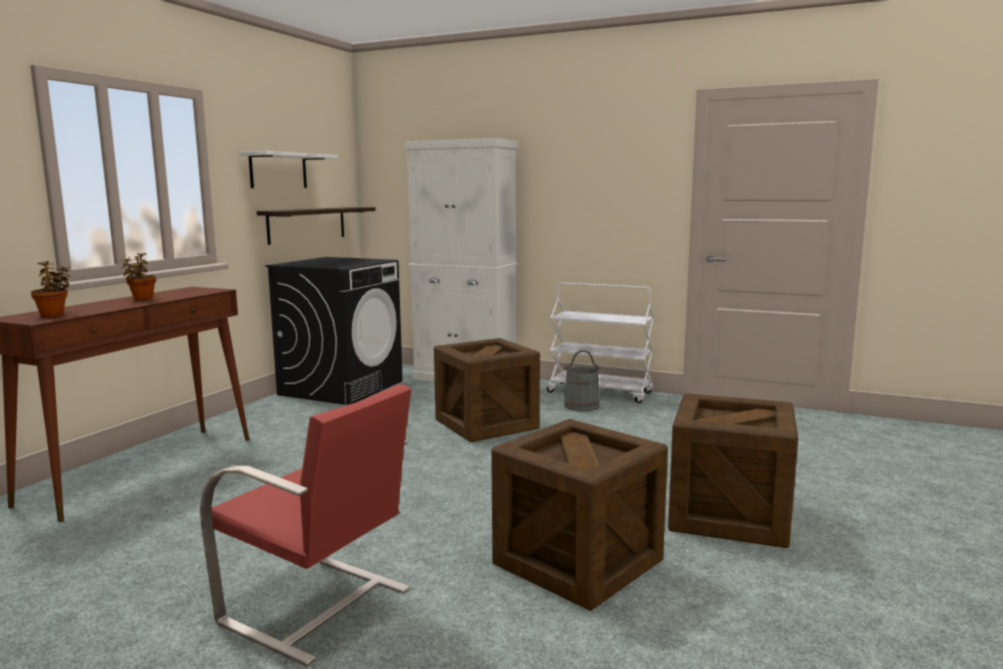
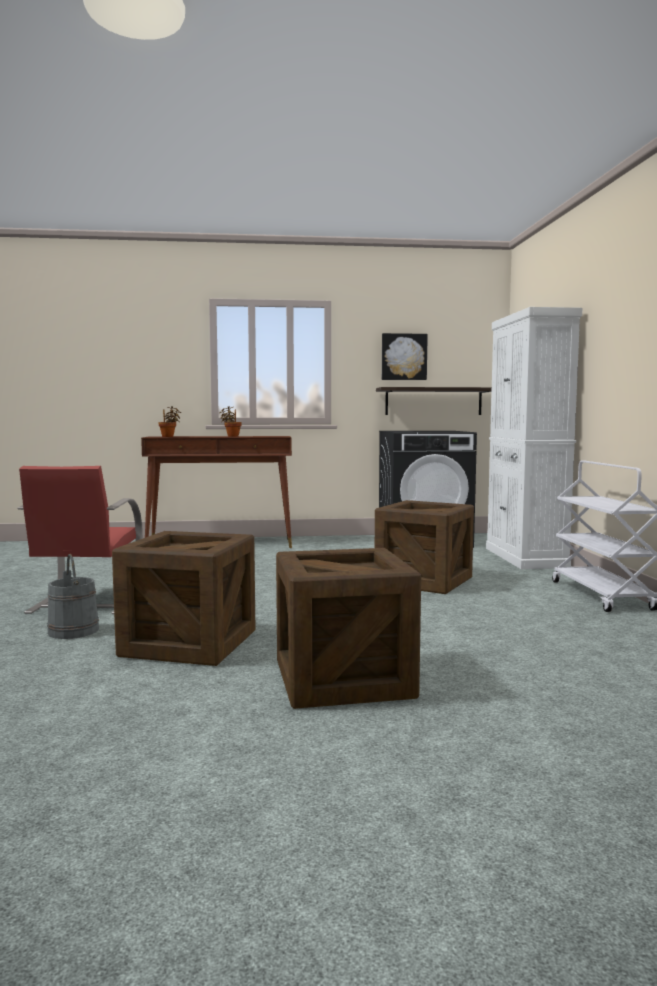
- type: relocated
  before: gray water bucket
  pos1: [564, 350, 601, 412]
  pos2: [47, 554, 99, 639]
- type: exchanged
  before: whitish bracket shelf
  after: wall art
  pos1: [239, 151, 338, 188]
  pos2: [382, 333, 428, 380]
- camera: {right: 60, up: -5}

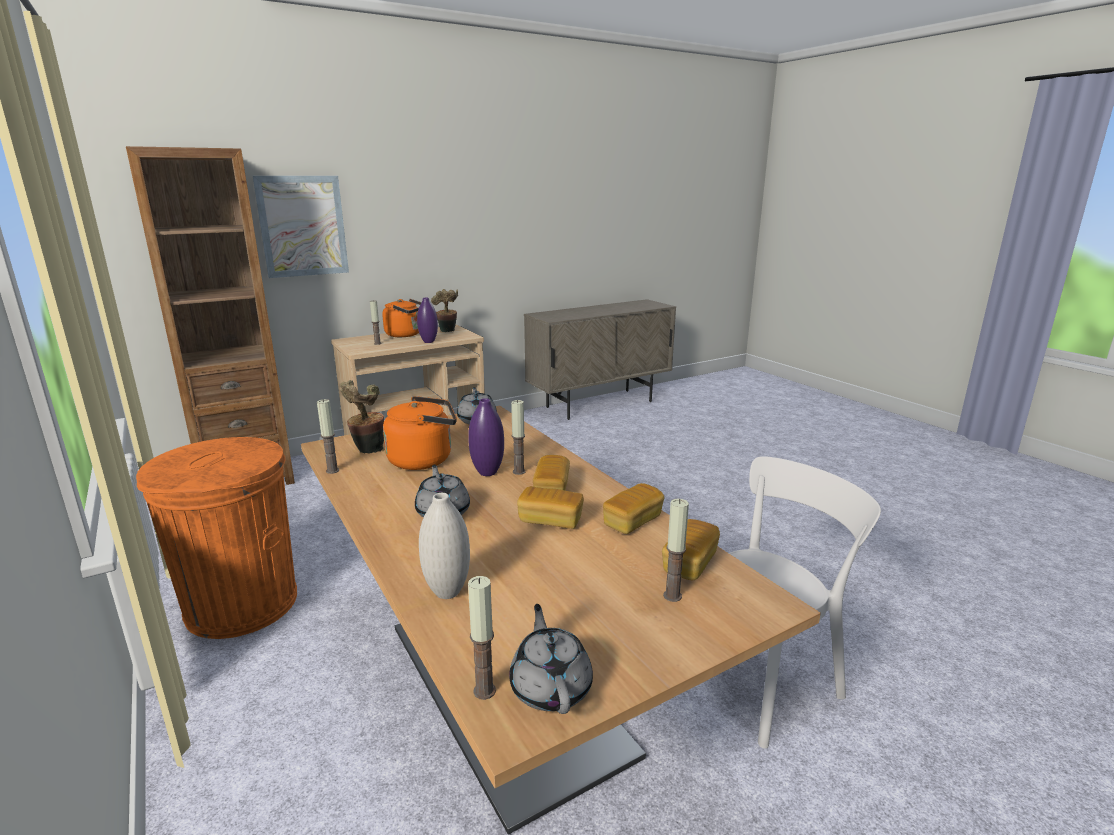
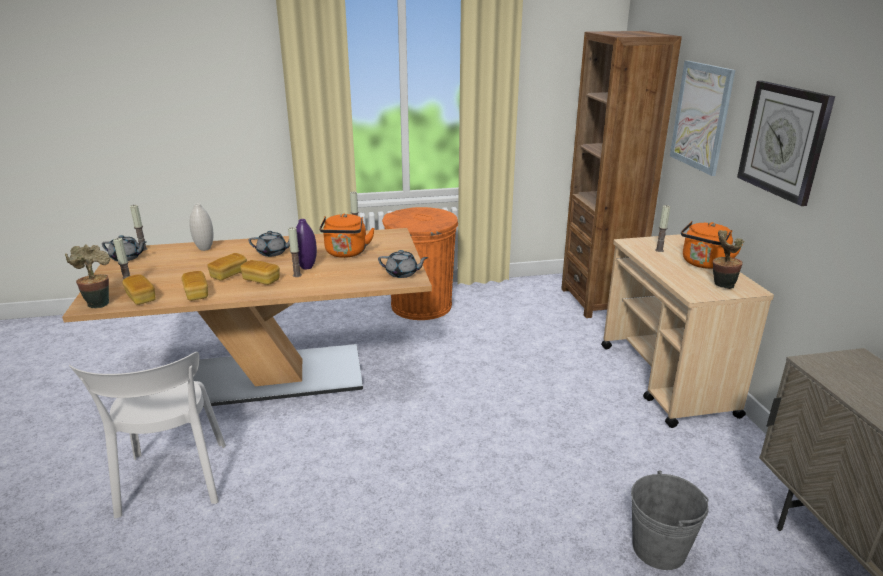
- type: relocated
  before: houseplant
  pos1: [340, 380, 384, 453]
  pos2: [65, 244, 110, 308]
- type: appeared
  after: gray water bucket
  pos2: [631, 470, 708, 570]
- type: appeared
  after: clock on the wall
  pos2: [737, 81, 835, 206]
- type: missing
  before: purplish flower vase
  pos1: [417, 298, 438, 343]
- camera: {right: 110, up: 5}

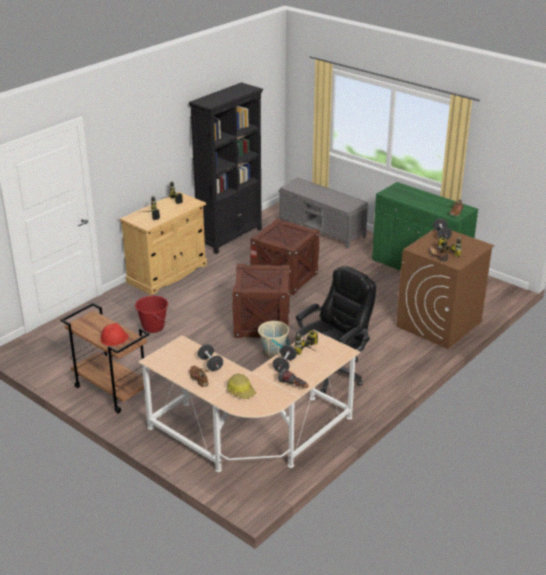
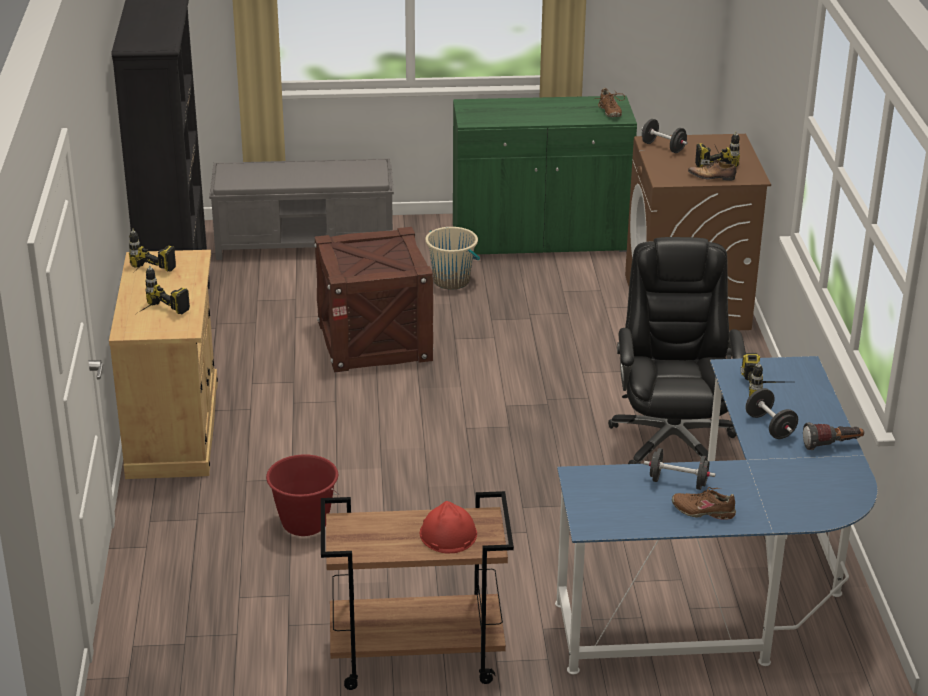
- type: relocated
  before: beige-coloured water bucket
  pos1: [258, 320, 290, 359]
  pos2: [425, 227, 480, 290]
- type: colour
  before: beige-coloured desk table
  after: blue desk table
  pos1: [138, 330, 361, 472]
  pos2: [555, 356, 878, 674]
- type: missing
  before: work helmet
  pos1: [227, 373, 256, 399]
- type: missing
  before: crate
  pos1: [232, 264, 291, 338]
- camera: {right: -45, up: 0}

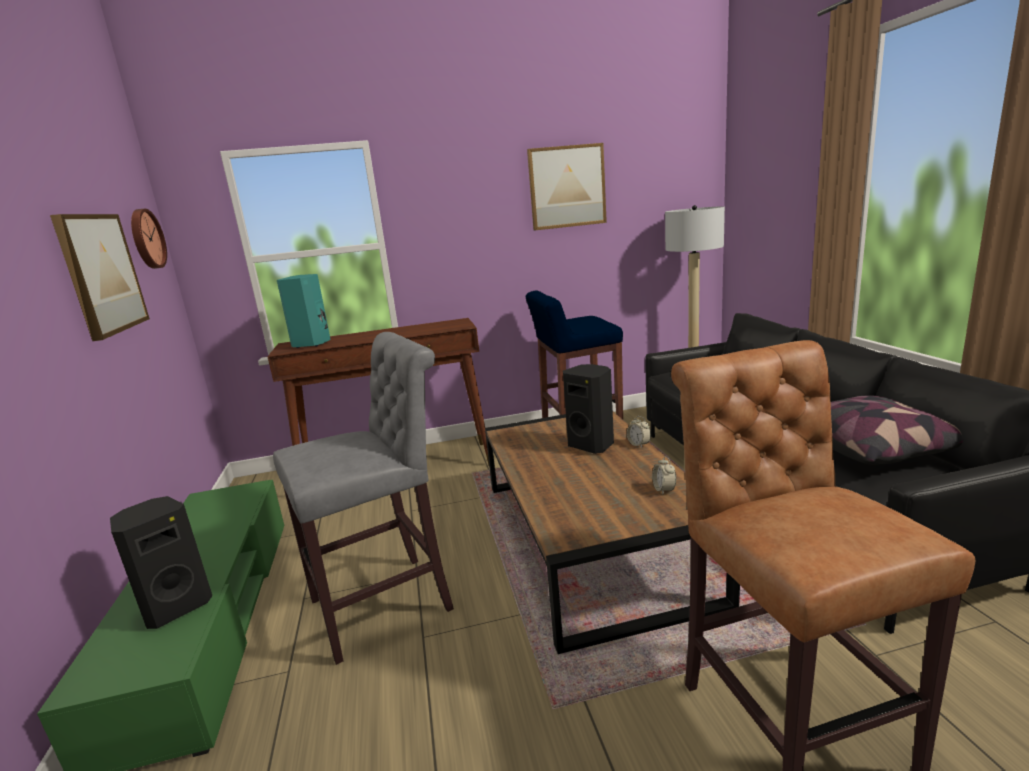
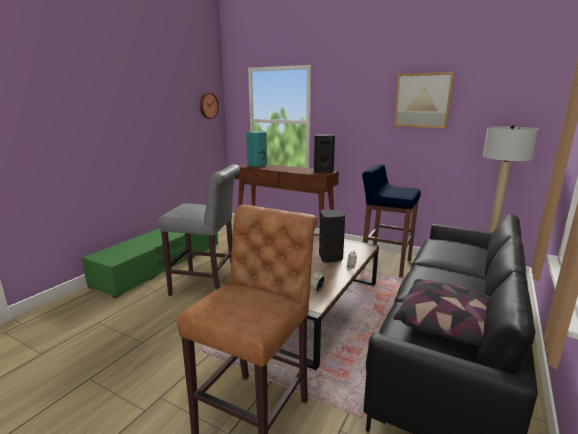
- type: relocated
  before: blackish loudspeaker
  pos1: [110, 496, 212, 629]
  pos2: [314, 134, 335, 173]
- type: missing
  before: wall art
  pos1: [50, 214, 150, 341]
- camera: {right: 40, up: 0}

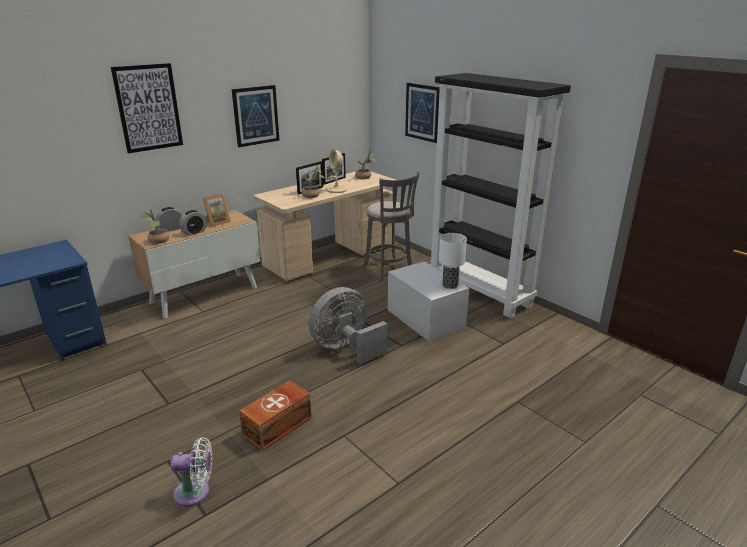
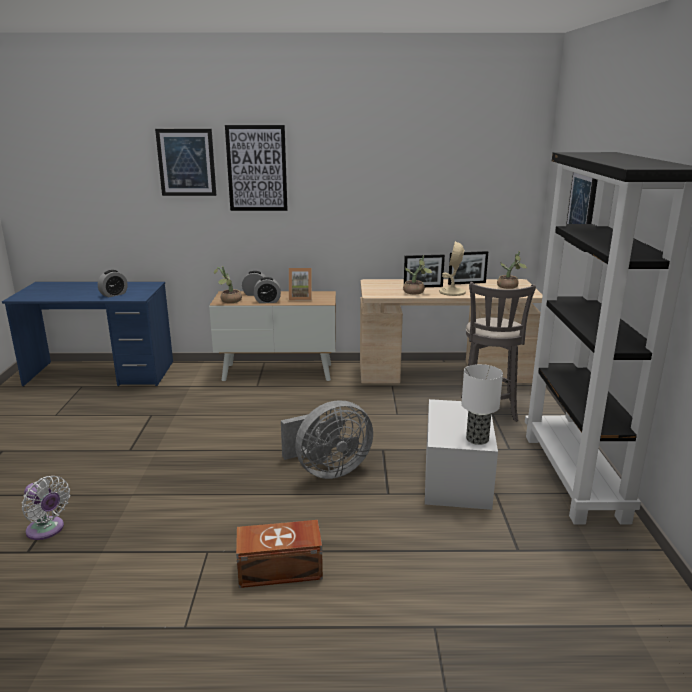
- type: appeared
  after: bedside clock
  pos2: [98, 270, 128, 298]
- type: relocated
  before: wall art
  pos1: [232, 85, 279, 147]
  pos2: [155, 129, 216, 196]
- type: relocated
  before: brown storage box
  pos1: [239, 380, 312, 451]
  pos2: [236, 520, 323, 588]
- type: spun
  before: gray cooling fan
  pos1: [308, 287, 388, 364]
  pos2: [281, 400, 373, 479]
  turn: 150
- camera: {right: 40, up: -5}

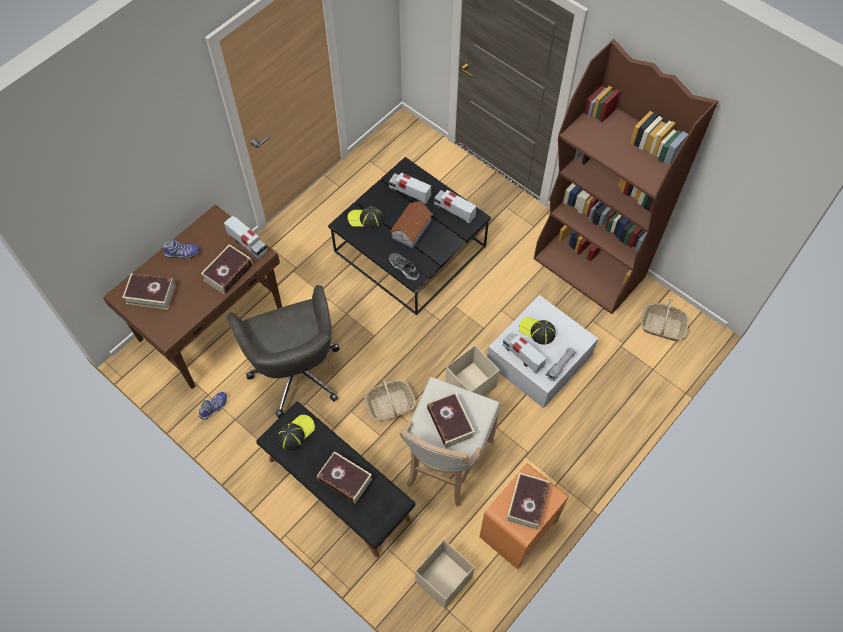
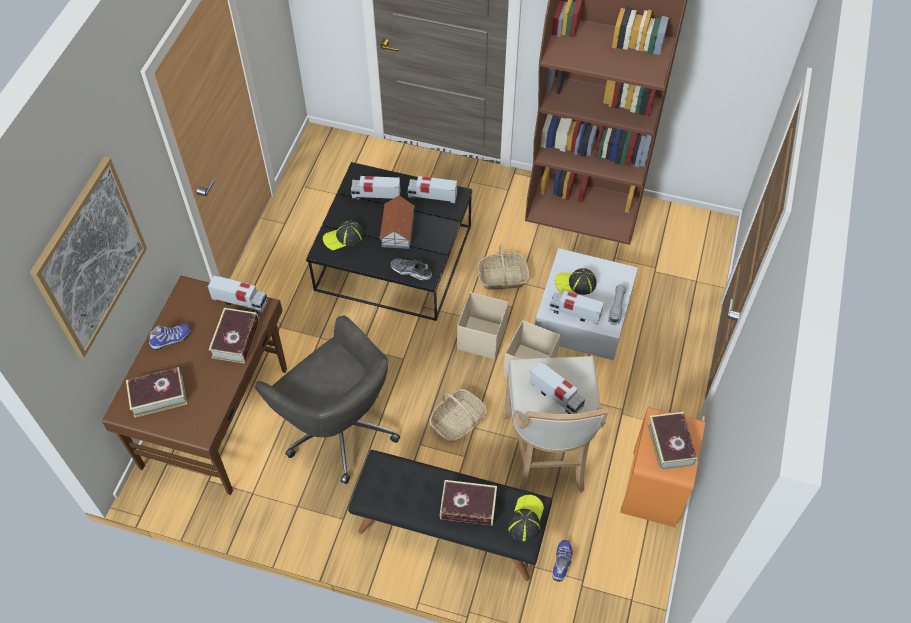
- type: appeared
  after: wall art
  pos2: [30, 157, 147, 358]
- type: relocated
  before: beige-coloured storage box
  pos1: [415, 540, 475, 609]
  pos2: [457, 292, 509, 359]
- type: relocated
  before: household basket
  pos1: [641, 299, 689, 341]
  pos2: [477, 245, 530, 290]
- type: relocated
  before: cap
  pos1: [277, 415, 315, 450]
  pos2: [507, 495, 544, 542]
- type: exchanged
  before: bound book
  after: toy lorry
  pos1: [427, 392, 475, 448]
  pos2: [529, 361, 585, 414]
- type: relocated
  before: item of footwear
  pos1: [199, 392, 227, 420]
  pos2: [553, 540, 573, 582]
- camera: {right: -25, up: -5}

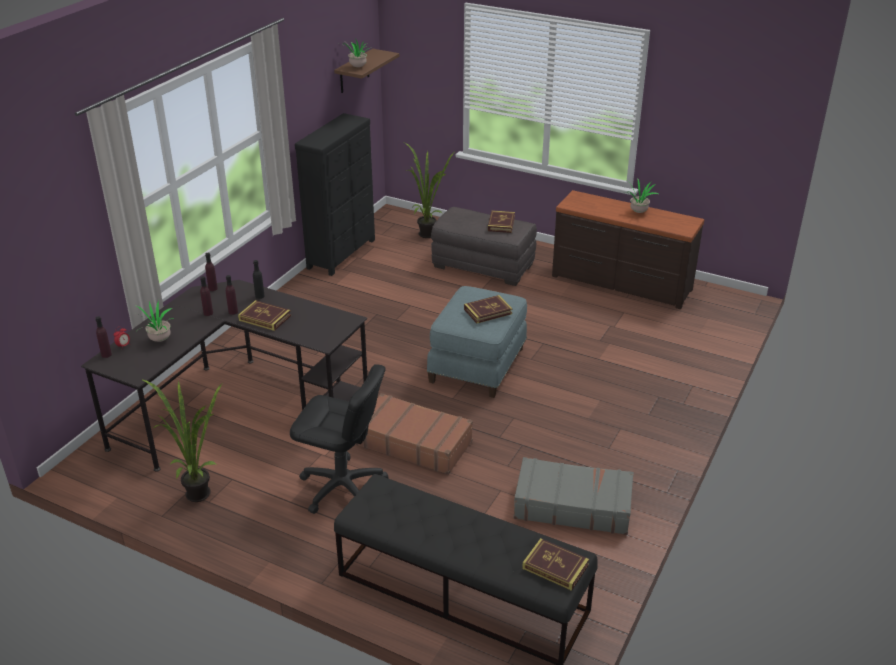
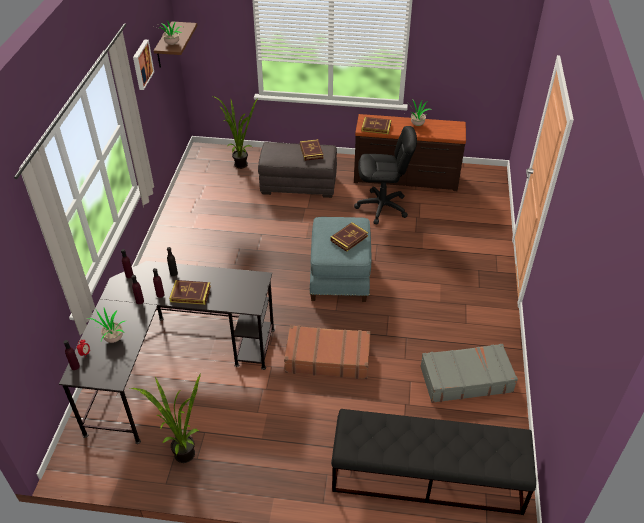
- type: appeared
  after: wall art
  pos2: [133, 40, 154, 90]
- type: relocated
  before: blackish office chair
  pos1: [290, 364, 389, 514]
  pos2: [354, 126, 417, 224]
- type: relocated
  before: bound book
  pos1: [522, 538, 589, 591]
  pos2: [362, 117, 392, 134]
- type: missing
  before: blackish drawer chest
  pos1: [295, 113, 375, 276]
- camera: {right: -20, up: 10}

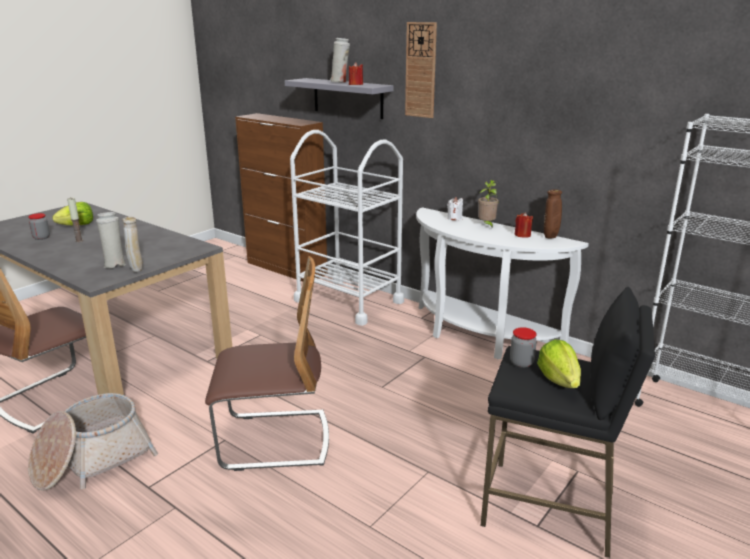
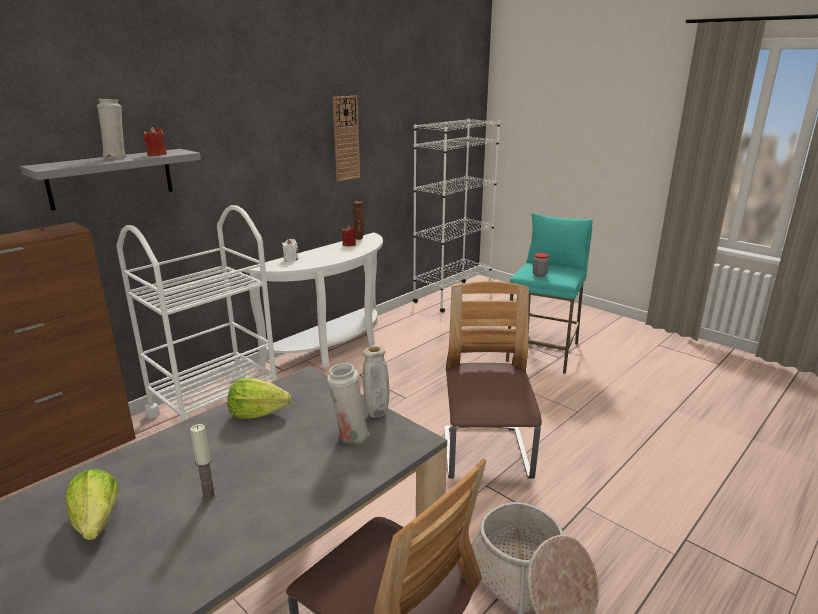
- type: relocated
  before: head of lettuce
  pos1: [537, 339, 581, 388]
  pos2: [227, 378, 291, 419]
- type: relocated
  before: clock on the wall
  pos1: [405, 22, 437, 118]
  pos2: [333, 96, 360, 182]
- type: colour
  before: blackish stool
  after: turquoise stool
  pos1: [480, 287, 655, 558]
  pos2: [506, 213, 593, 374]
- type: missing
  before: preserve jar
  pos1: [28, 213, 50, 240]
- type: missing
  before: houseplant
  pos1: [478, 180, 499, 227]
- camera: {right: -85, up: 0}

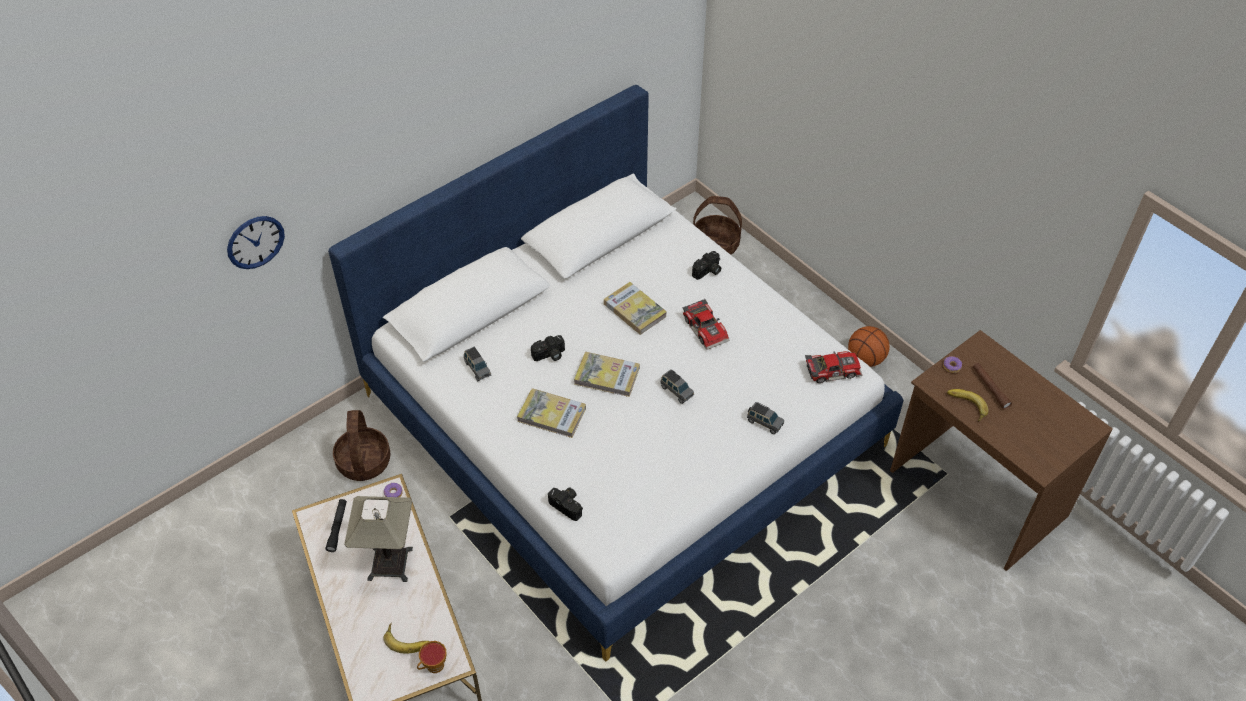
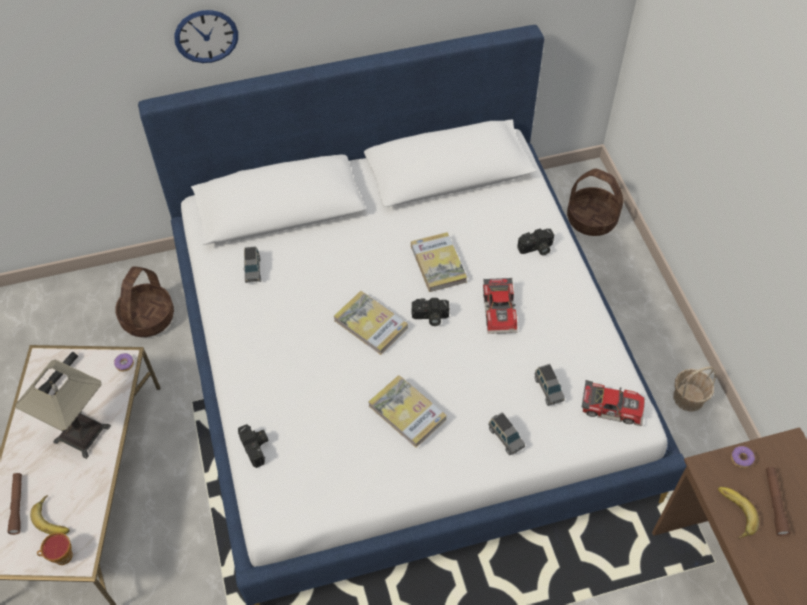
- type: appeared
  after: brown hand torch
  pos2: [7, 473, 22, 535]
- type: relocated
  before: clock on the wall
  pos1: [227, 216, 285, 269]
  pos2: [174, 10, 238, 63]
- type: relocated
  before: bound book
  pos1: [517, 388, 586, 438]
  pos2: [368, 375, 446, 448]
- type: relocated
  before: still camera
  pos1: [531, 335, 565, 361]
  pos2: [412, 298, 449, 326]
- type: relocated
  before: gray model car
  pos1: [661, 369, 694, 404]
  pos2: [535, 364, 565, 406]
- type: exchanged
  before: ball for basketball
  after: household basket
  pos1: [848, 326, 890, 367]
  pos2: [673, 366, 716, 412]
- camera: {right: 25, up: 5}

